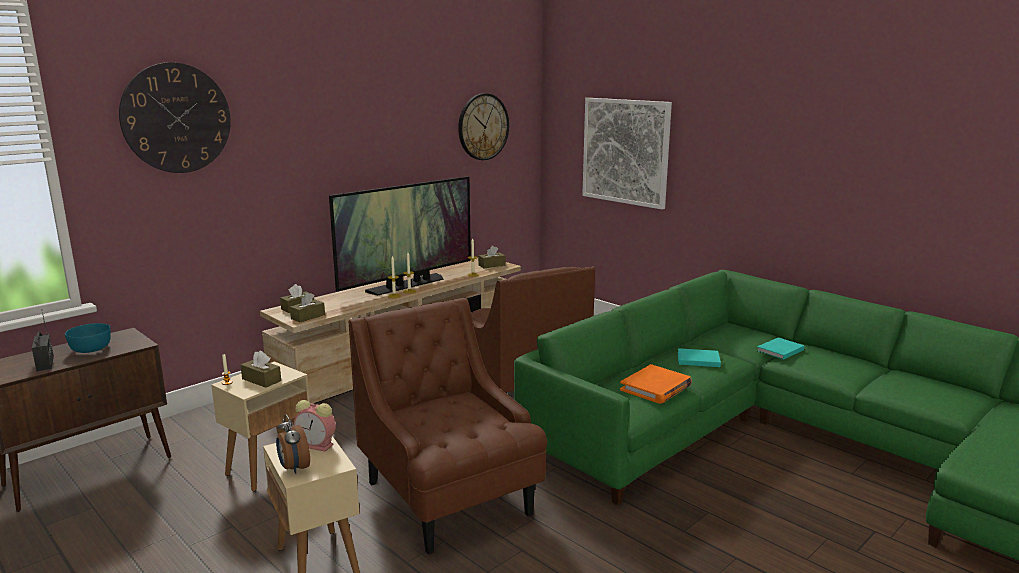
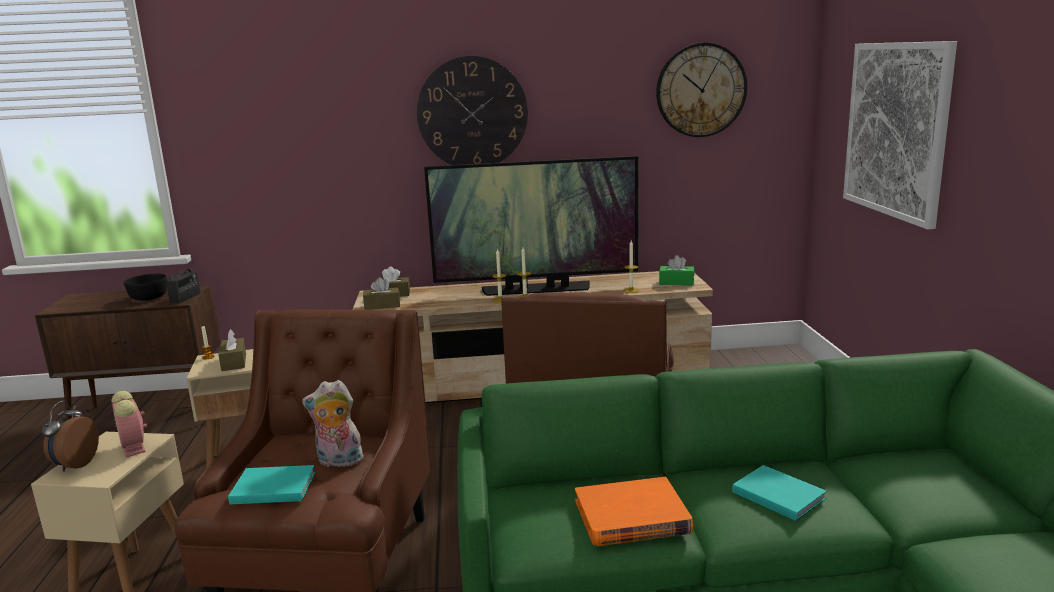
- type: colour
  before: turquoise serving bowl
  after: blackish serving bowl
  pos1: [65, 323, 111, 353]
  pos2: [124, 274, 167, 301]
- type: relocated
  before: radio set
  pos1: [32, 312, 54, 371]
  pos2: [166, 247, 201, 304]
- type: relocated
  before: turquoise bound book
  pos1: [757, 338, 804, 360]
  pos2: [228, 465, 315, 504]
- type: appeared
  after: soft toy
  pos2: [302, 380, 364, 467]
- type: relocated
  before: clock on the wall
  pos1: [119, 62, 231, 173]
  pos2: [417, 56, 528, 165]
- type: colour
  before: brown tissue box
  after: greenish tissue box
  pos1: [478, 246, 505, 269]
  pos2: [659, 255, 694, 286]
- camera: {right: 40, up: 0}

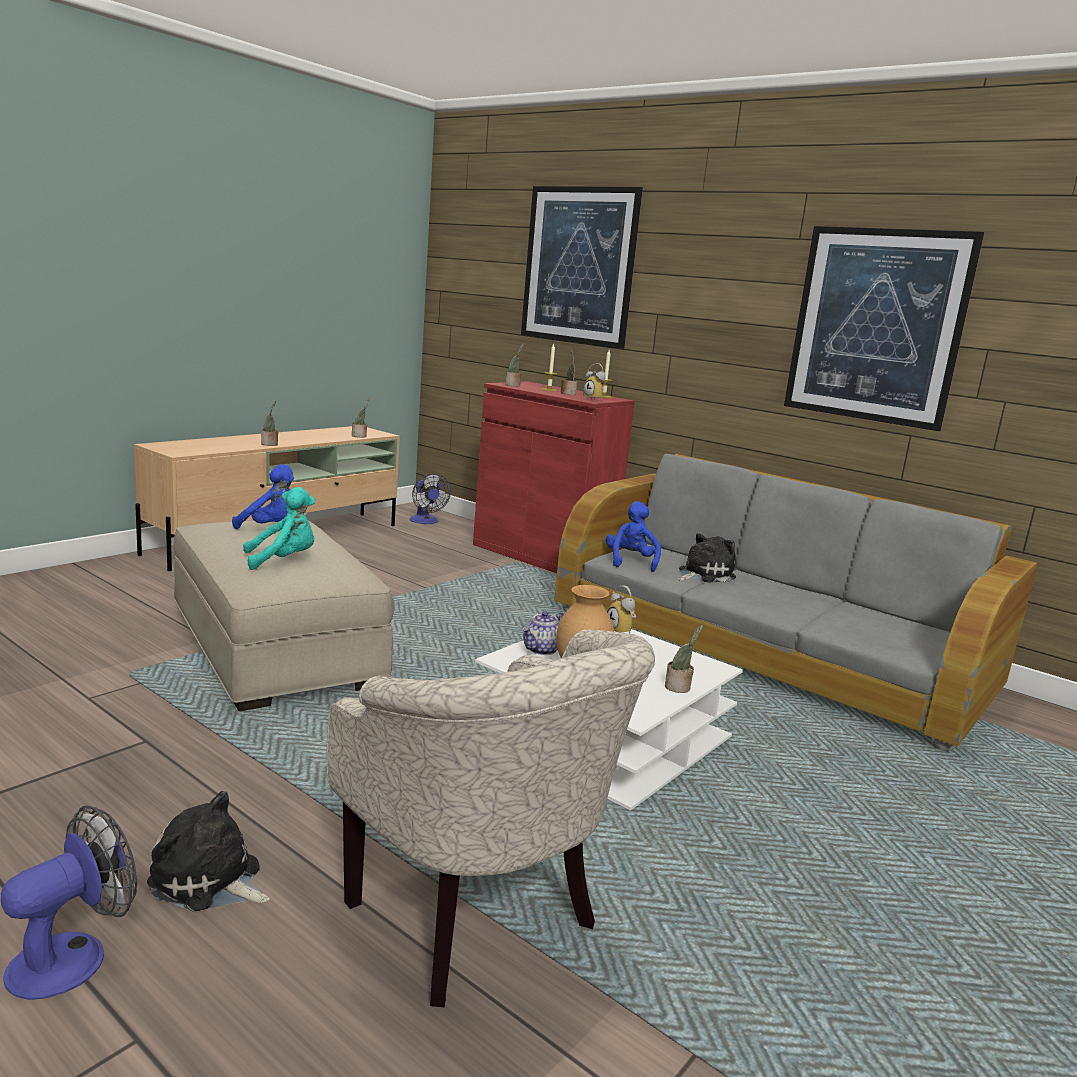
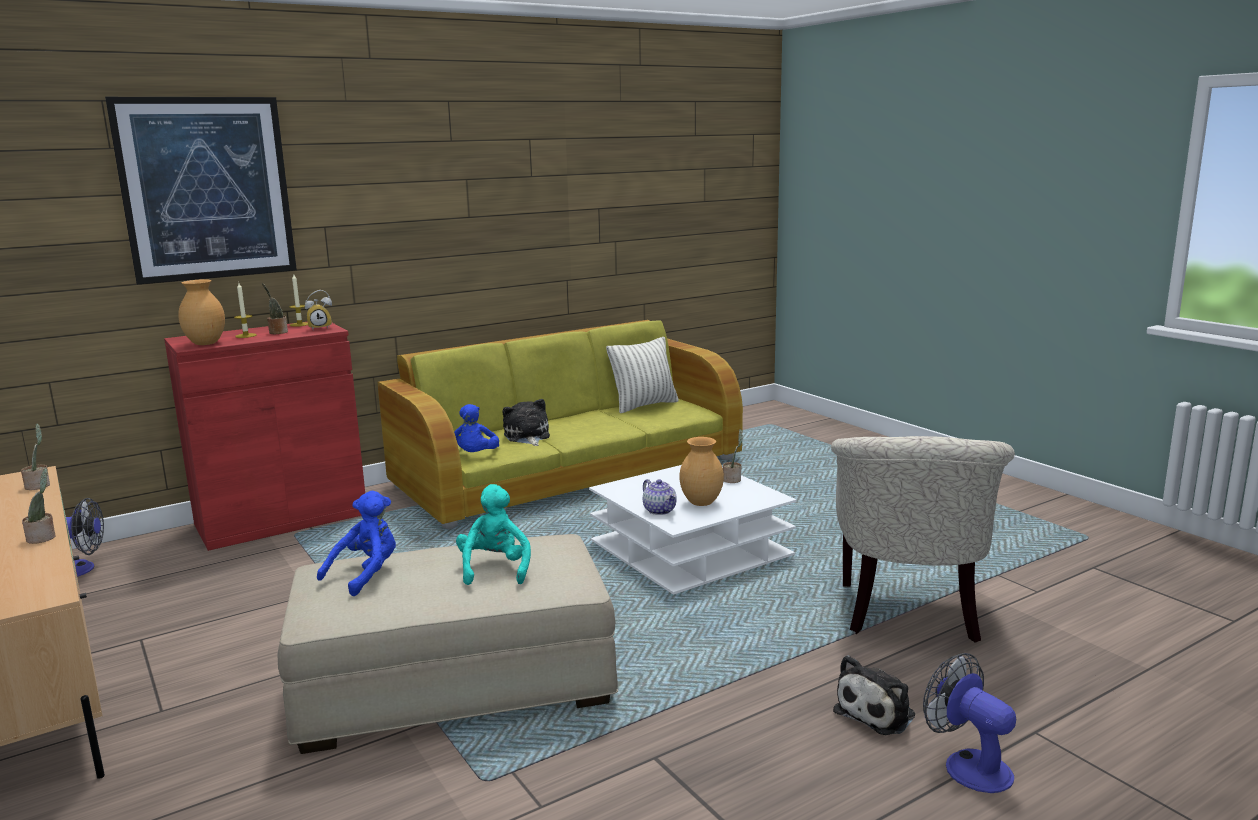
- type: exchanged
  before: houseplant
  after: brown flower vase
  pos1: [505, 343, 524, 387]
  pos2: [178, 279, 225, 345]
- type: colour
  before: gray settee
  after: greenish settee
  pos1: [555, 454, 1037, 751]
  pos2: [378, 320, 743, 529]
- type: spun
  before: blue soft toy
  pos1: [606, 501, 661, 572]
  pos2: [454, 404, 499, 452]
  turn: -105
- type: appeared
  after: pillow
  pos2: [606, 337, 679, 413]
- type: spun
  before: beige-coloured armchair
  pos1: [326, 629, 655, 1007]
  pos2: [831, 436, 1015, 643]
  turn: 120
- type: missing
  before: bedside clock
  pos1: [607, 585, 636, 634]
- type: missing
  before: wall art
  pos1: [784, 226, 984, 431]
- camera: {right: -70, up: 0}

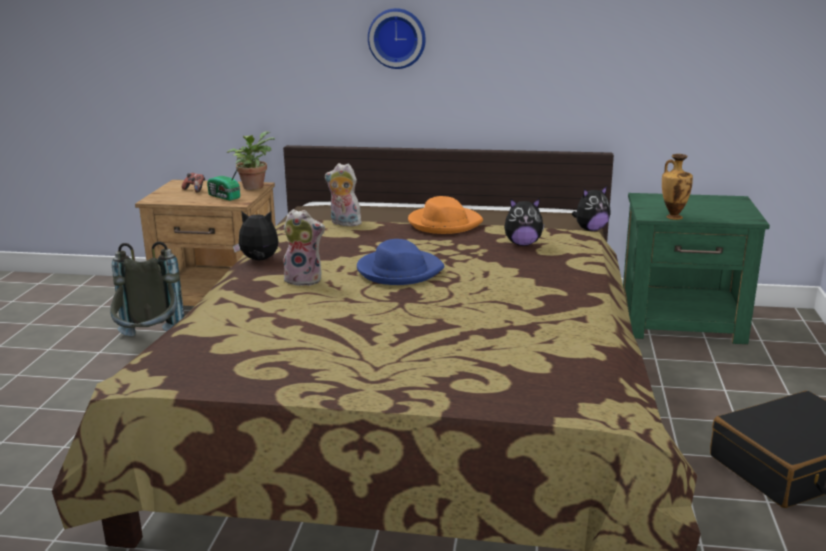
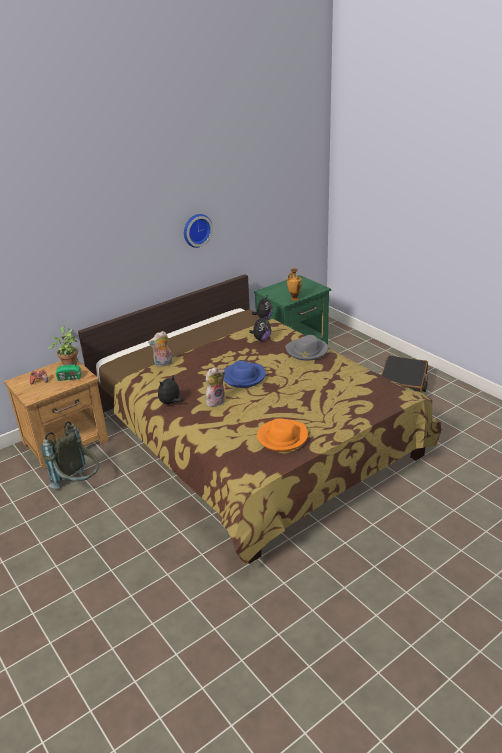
- type: relocated
  before: clock on the wall
  pos1: [368, 8, 426, 69]
  pos2: [184, 214, 213, 248]
- type: relocated
  before: orange-coloured clothing hat
  pos1: [408, 196, 483, 234]
  pos2: [257, 418, 308, 452]
- type: appeared
  after: gray clothing hat
  pos2: [285, 335, 328, 361]
- camera: {right: -45, up: 10}

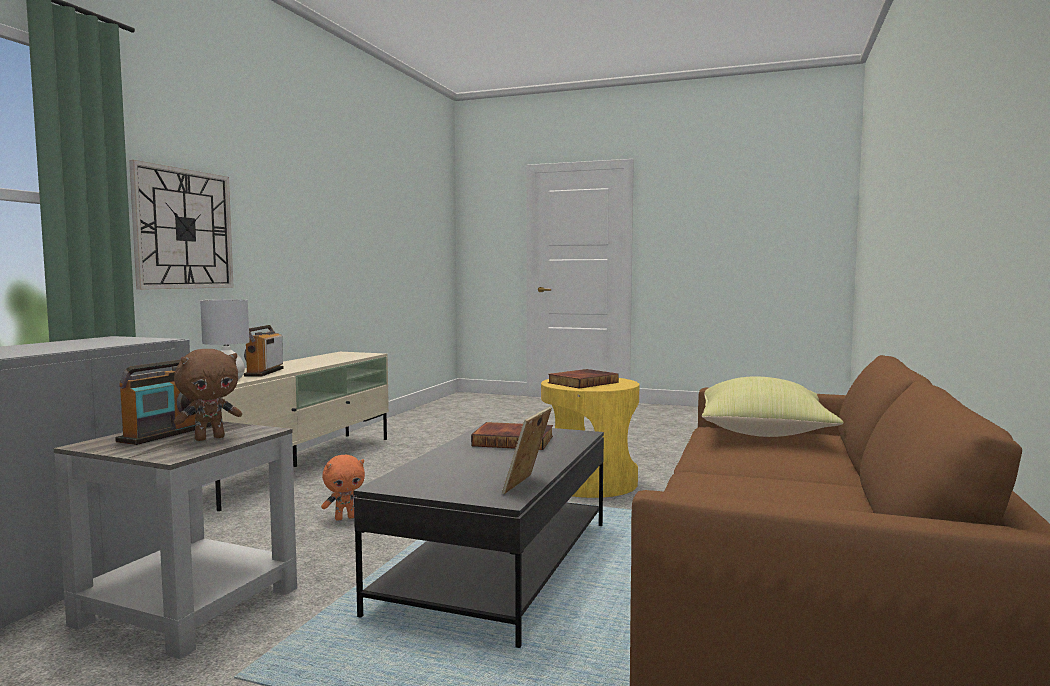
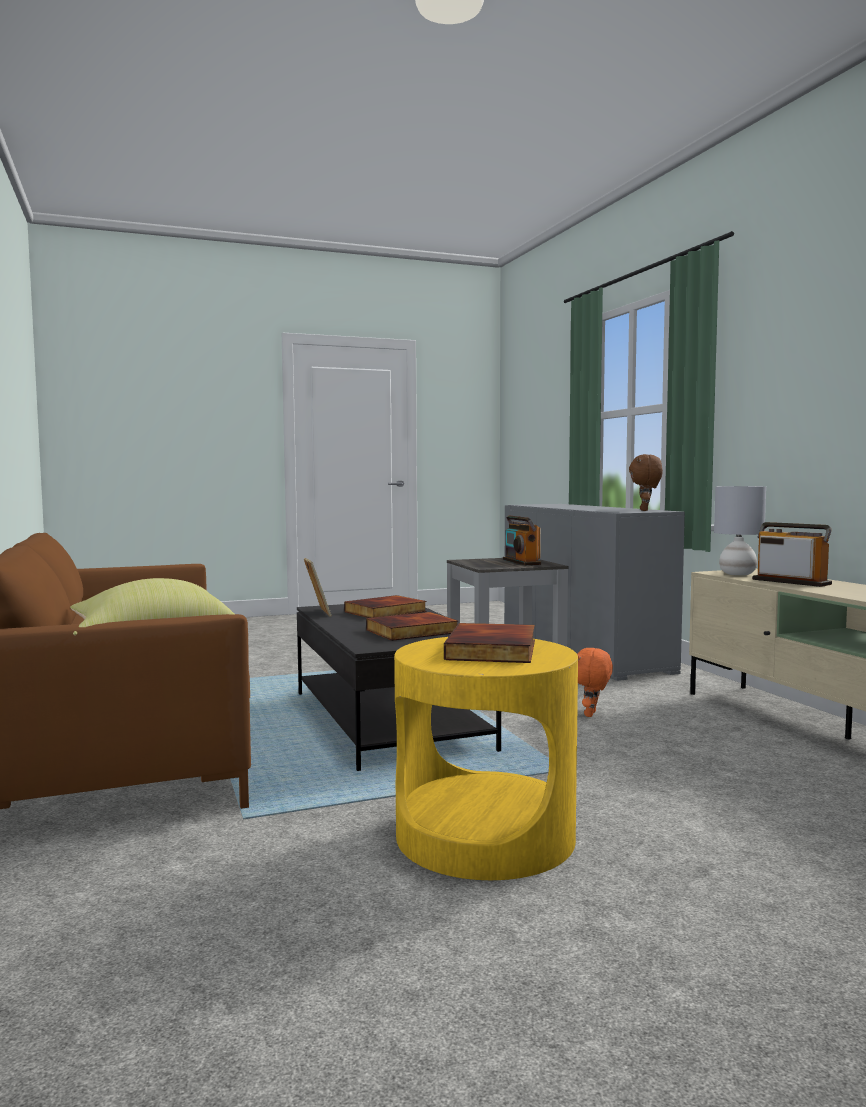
- type: appeared
  after: bound book
  pos2: [344, 595, 427, 618]
- type: relocated
  before: brown soft toy
  pos1: [174, 349, 242, 441]
  pos2: [629, 454, 663, 511]
- type: missing
  before: clock on the wall
  pos1: [129, 160, 234, 290]
- camera: {right: 140, up: 0}

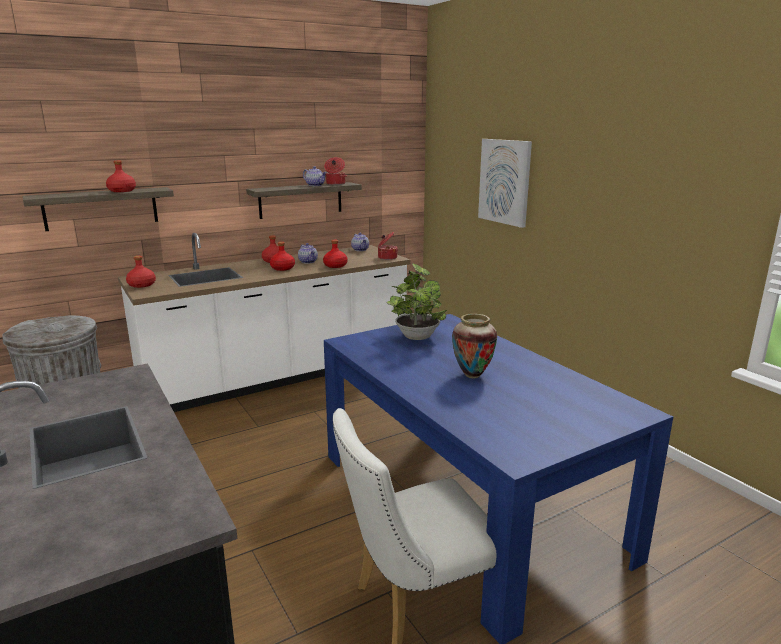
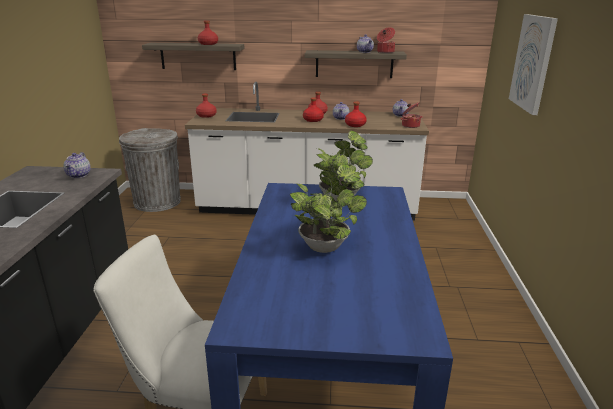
- type: appeared
  after: tea pot
  pos2: [63, 152, 91, 178]
- type: exchanged
  before: flower vase
  after: houseplant
  pos1: [452, 314, 497, 378]
  pos2: [290, 164, 367, 253]
- camera: {right: 35, up: 5}

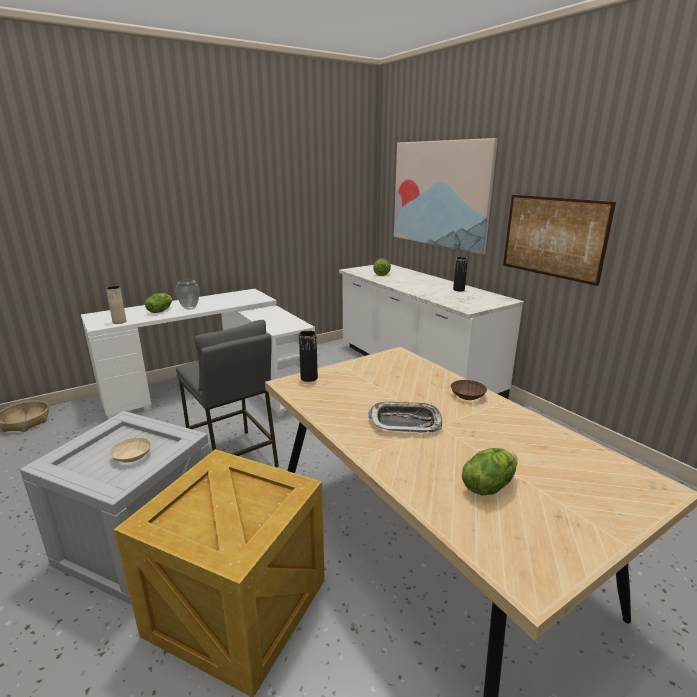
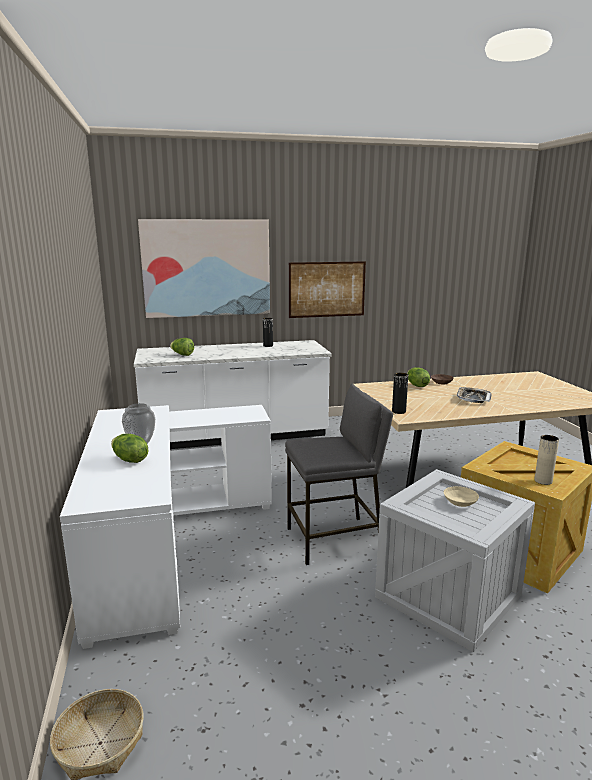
- type: relocated
  before: head of lettuce
  pos1: [462, 448, 517, 495]
  pos2: [407, 367, 430, 387]
- type: relocated
  before: beige-coloured flower vase
  pos1: [106, 286, 126, 324]
  pos2: [534, 435, 559, 485]
- camera: {right: -70, up: -5}

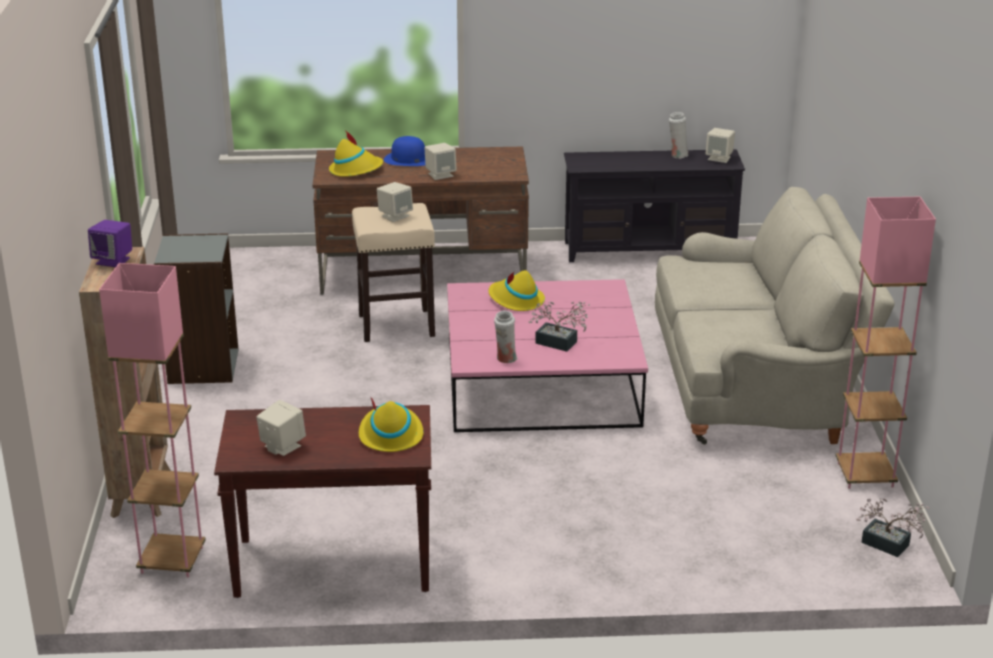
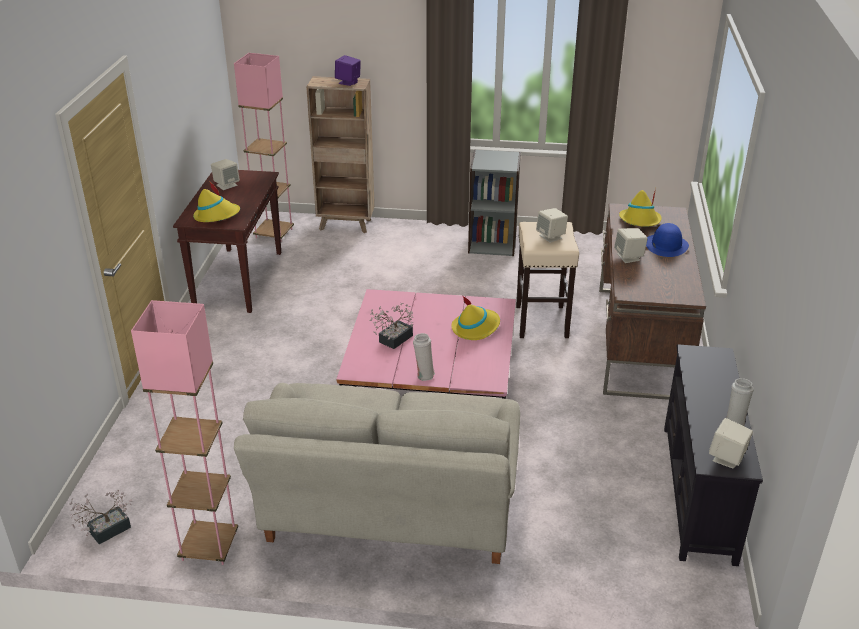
- type: relocated
  before: whitish flower vase
  pos1: [494, 311, 518, 363]
  pos2: [413, 333, 435, 381]
- camera: {right: 100, up: 5}

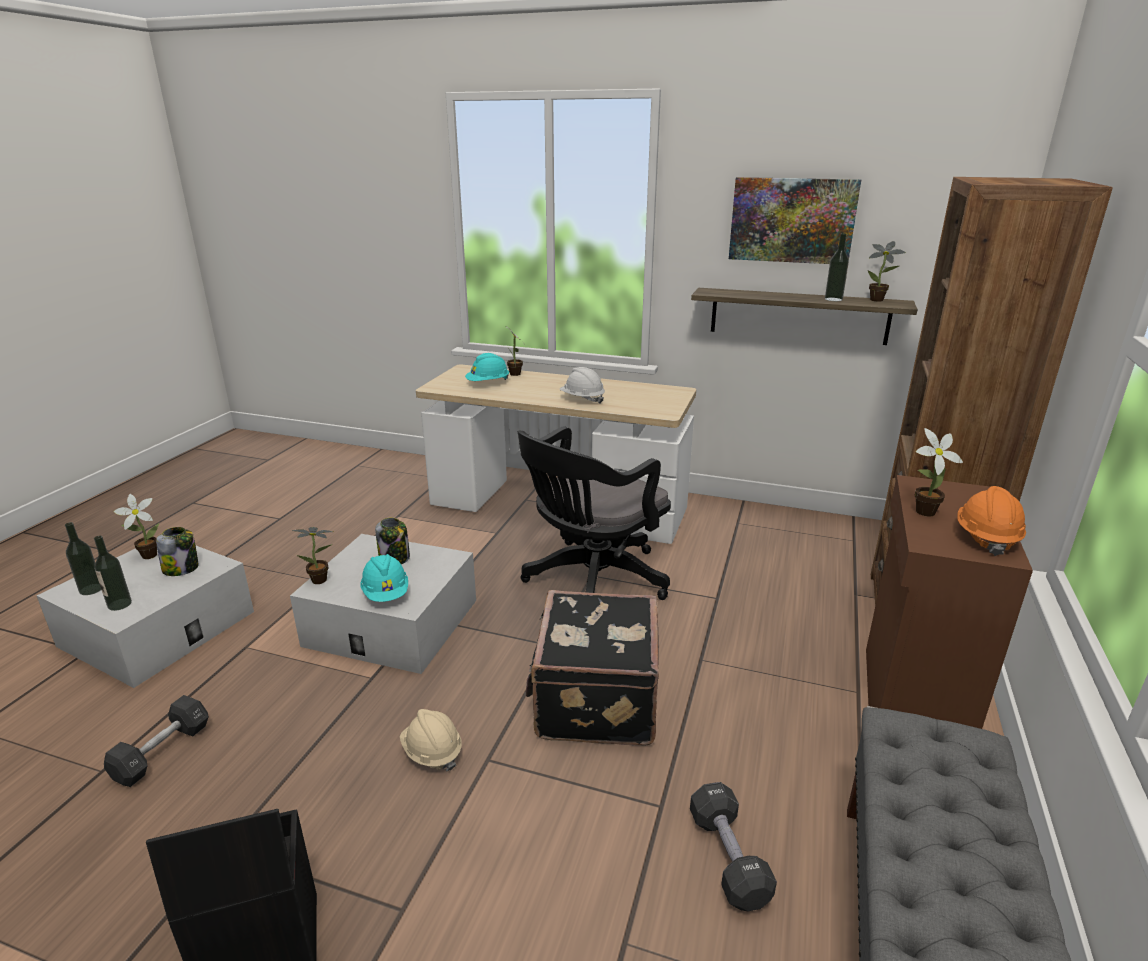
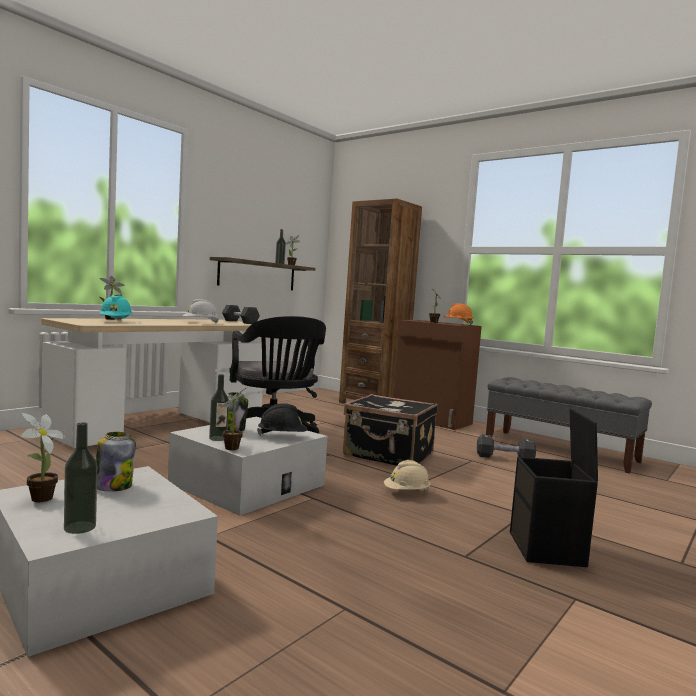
- type: relocated
  before: drink bottle
  pos1: [94, 536, 132, 611]
  pos2: [209, 374, 229, 441]
- type: relocated
  before: blackish free weight
  pos1: [104, 695, 209, 787]
  pos2: [222, 305, 260, 324]
- type: colour
  before: turquoise work helmet
  after: blackish work helmet
  pos1: [360, 554, 408, 602]
  pos2: [257, 403, 307, 436]
- type: missing
  before: wall art
  pos1: [729, 177, 861, 264]
- camera: {right: -70, up: -20}

